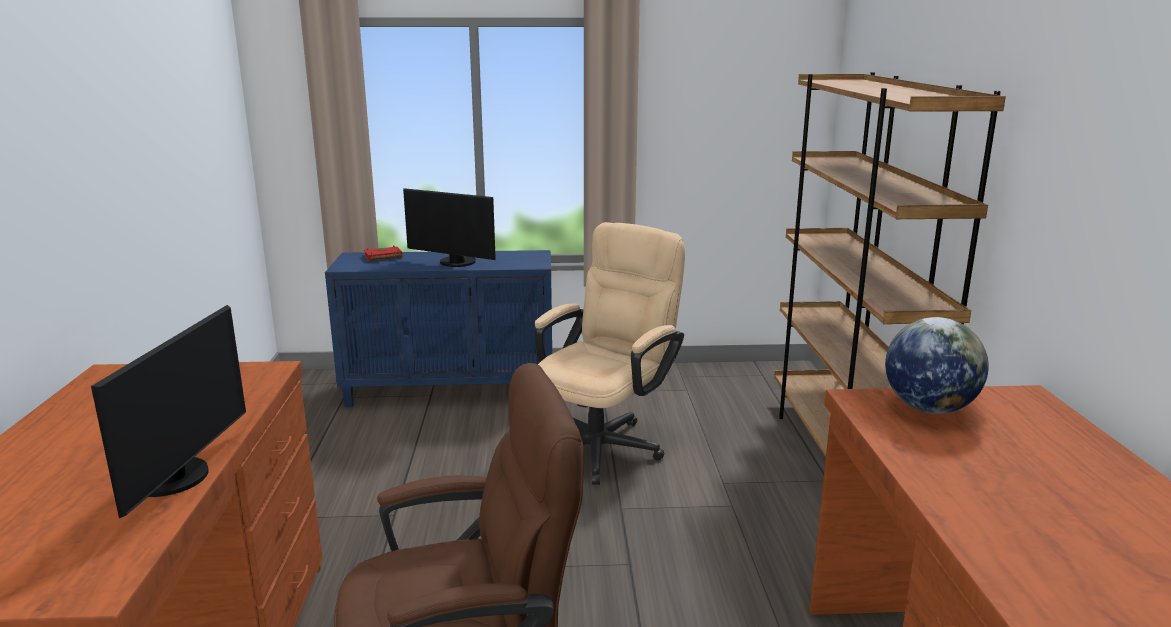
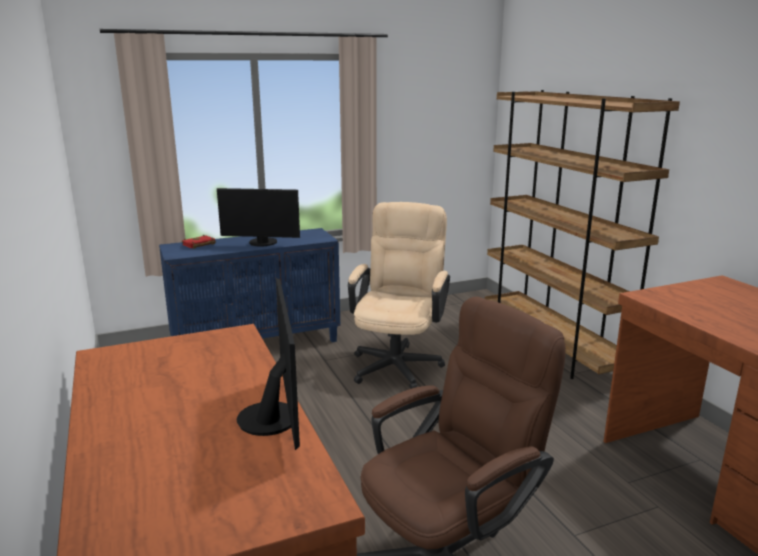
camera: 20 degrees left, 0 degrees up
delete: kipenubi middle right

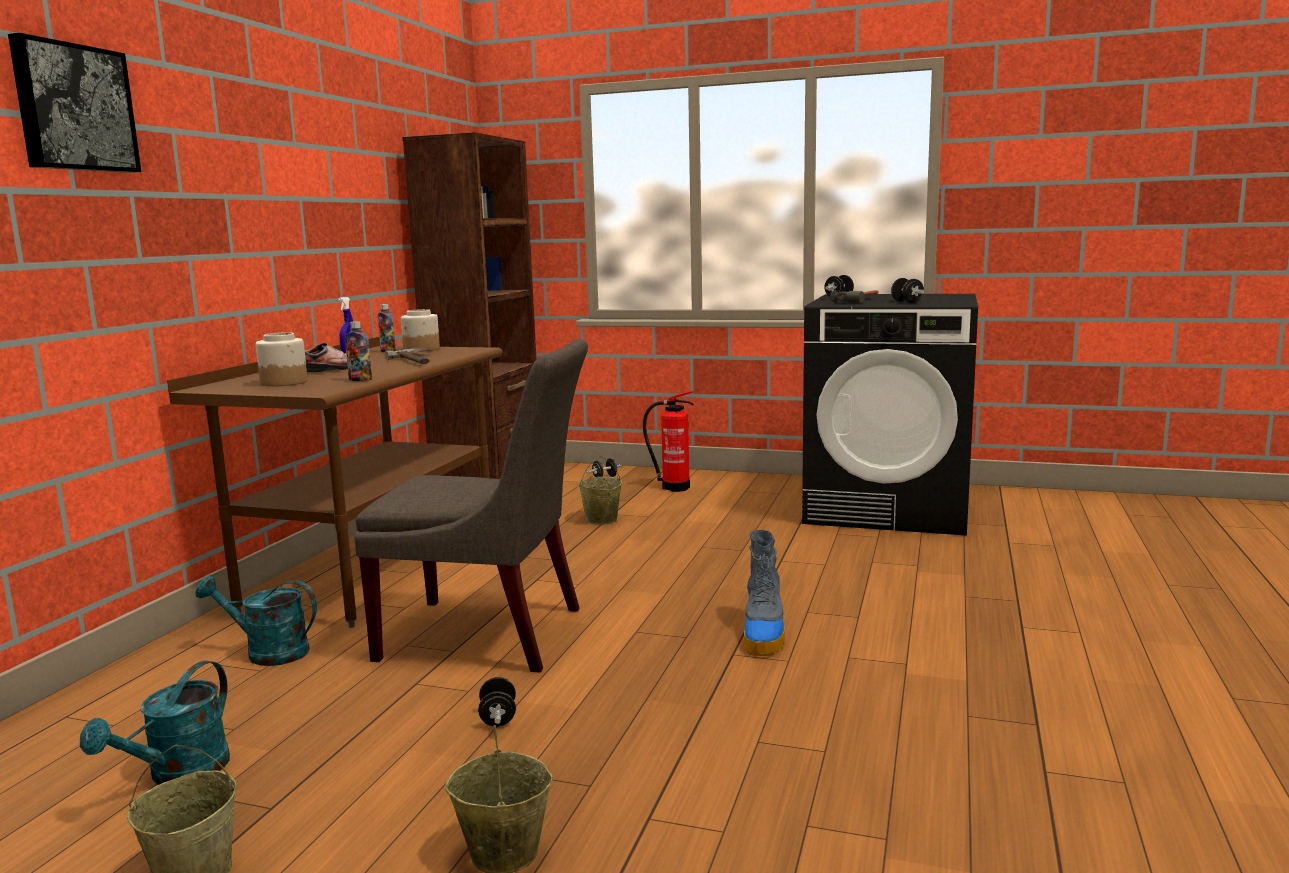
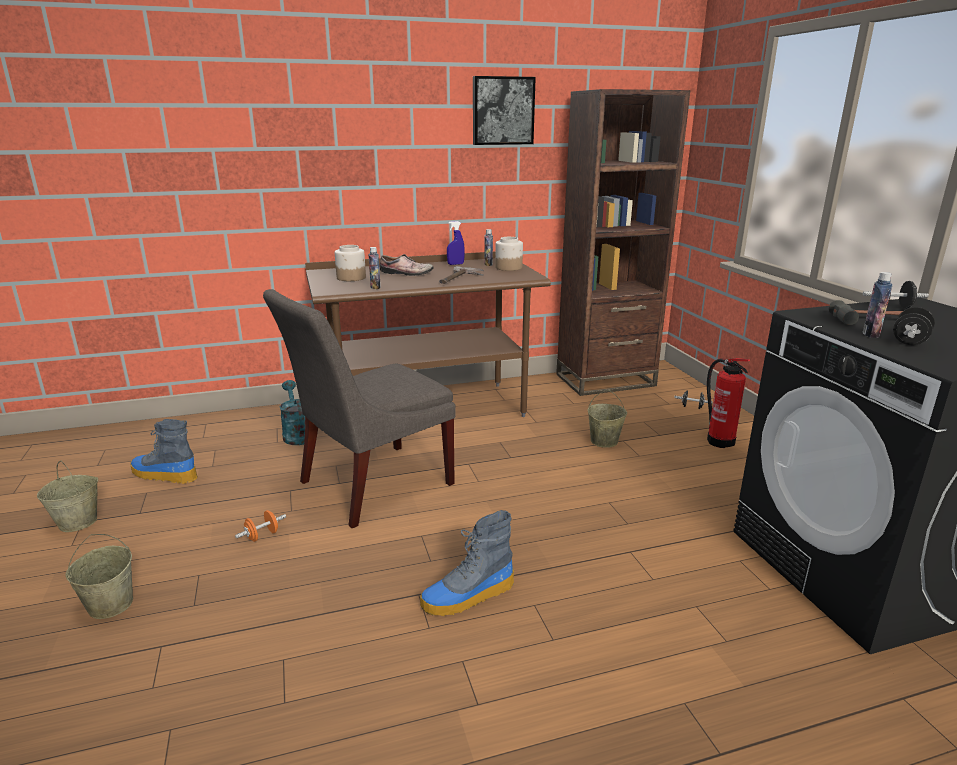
camera: 55 degrees right, 10 degrees up
insert: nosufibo (3rd from left) middle right
move: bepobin top left to top centre
replace: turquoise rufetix (1st from left) bottom left to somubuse (1st from left) middle left
recolor: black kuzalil (1st from left) bottom centre to orange kuzalil bottom left
rotate: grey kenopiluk centre = centre 75 degrees clockwise

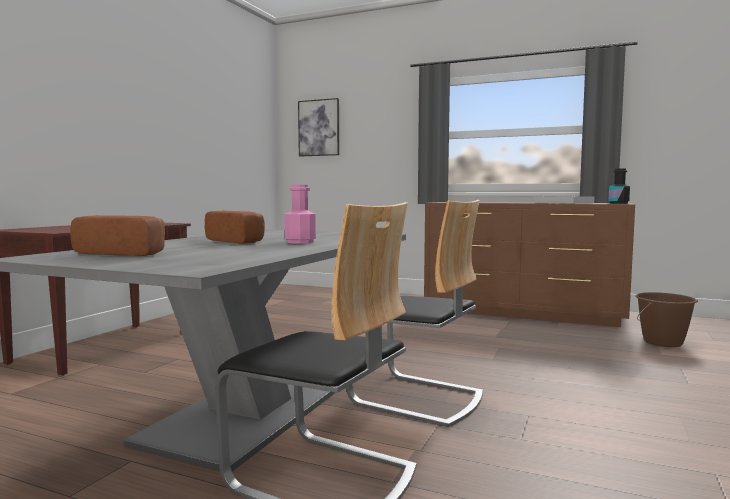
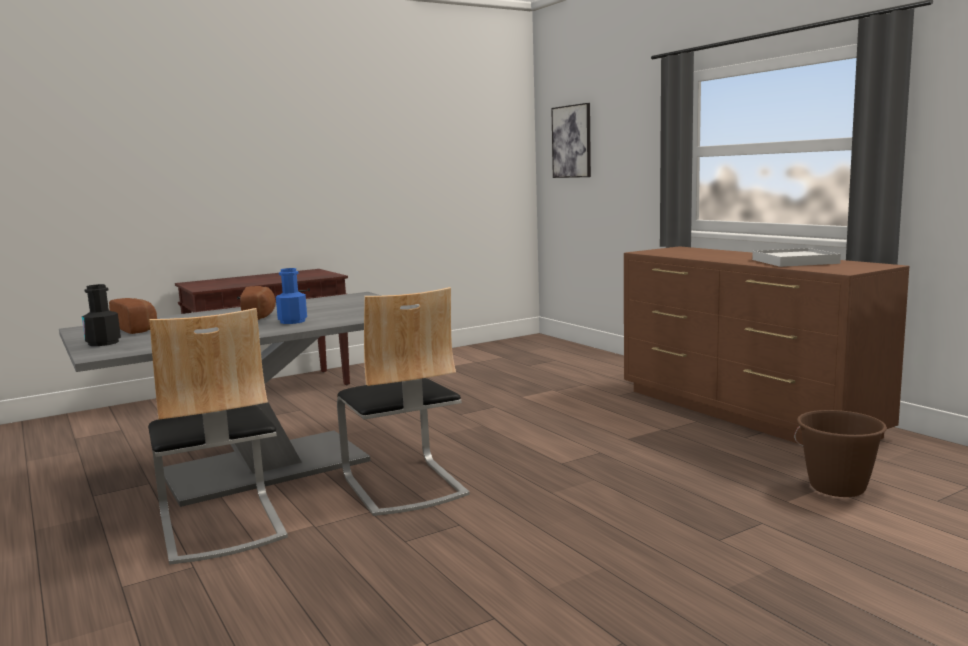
camera: 35 degrees right, 5 degrees up
move: black nosufibo middle right to middle left
recolor: pink nosufibo centre to blue nosufibo middle left

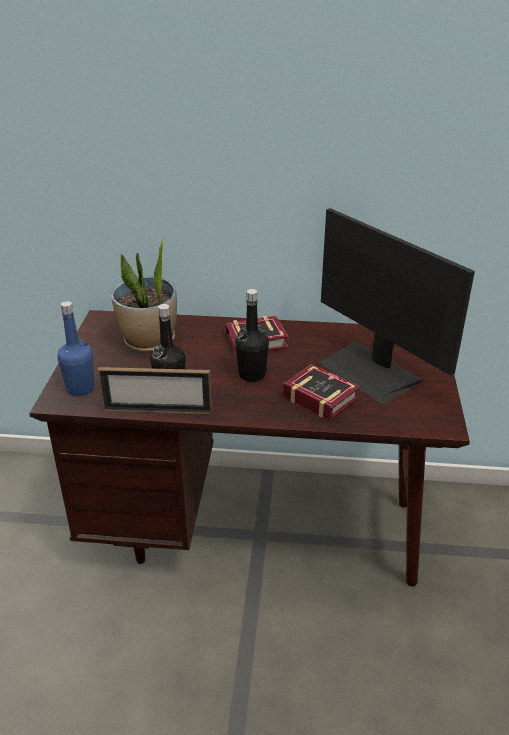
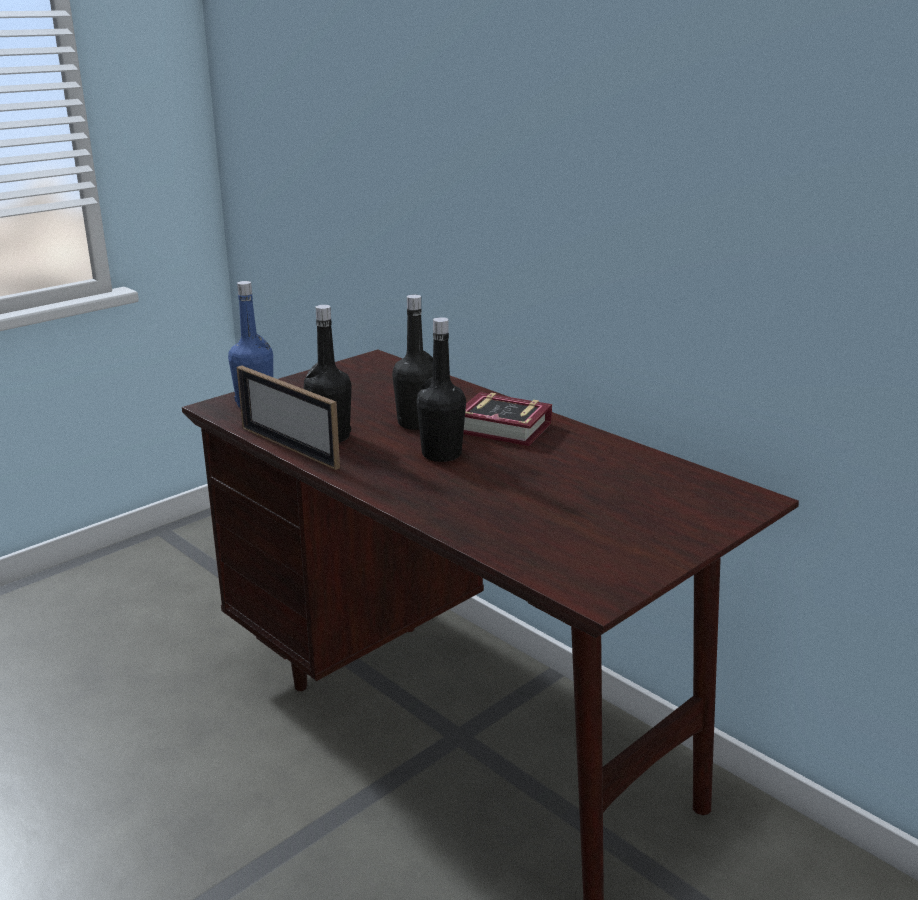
camera: 40 degrees right, 10 degrees down
delete: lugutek middle left; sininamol (2nd from left) centre; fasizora middle right
insert: black nosufibo (2nd from left) centre

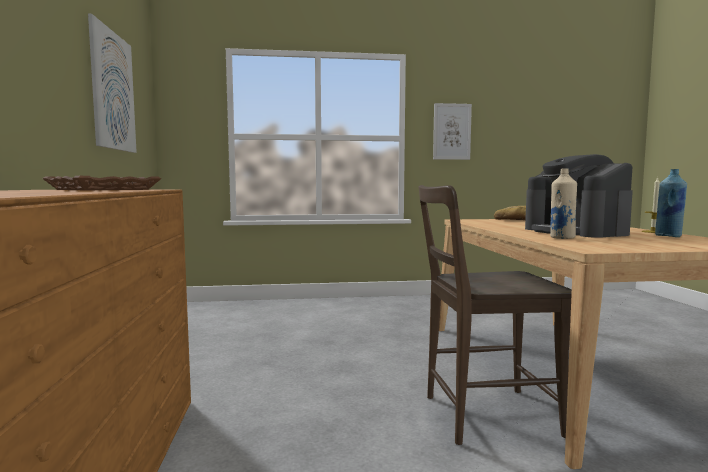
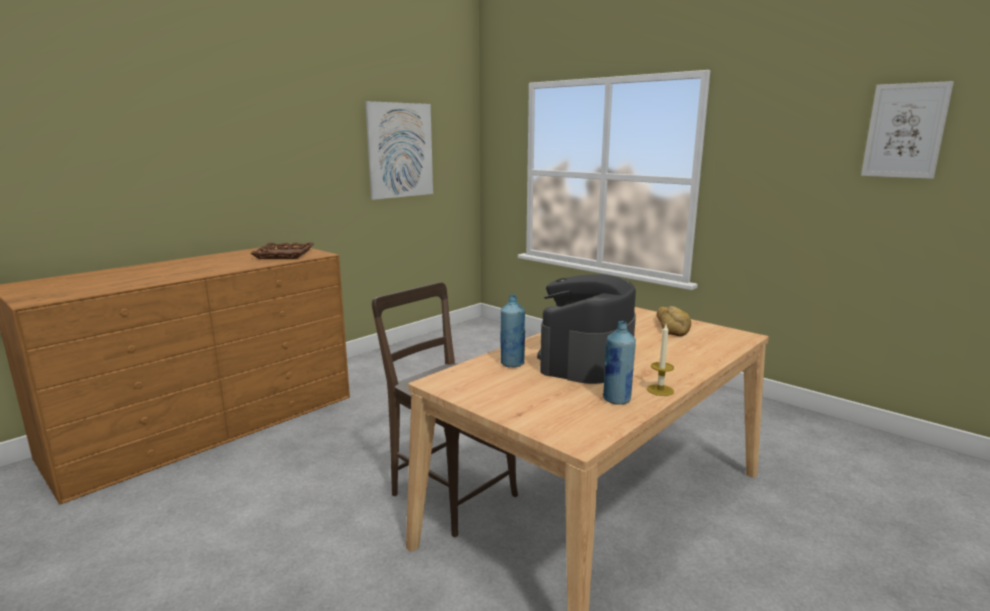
camera: 50 degrees right, 10 degrees up
move: bepobin (2nd from left) top centre to top right
recolor: beige nosufibo middle right to blue nosufibo (1st from left) centre

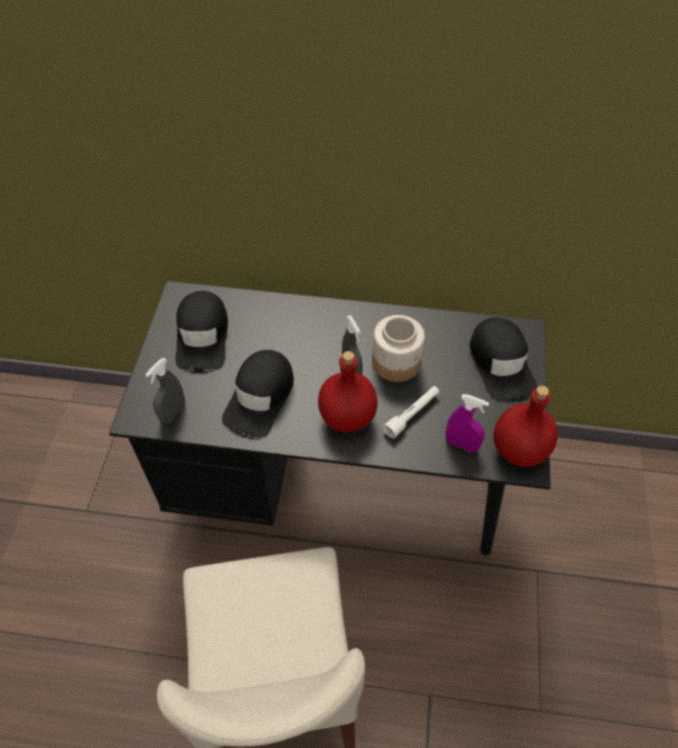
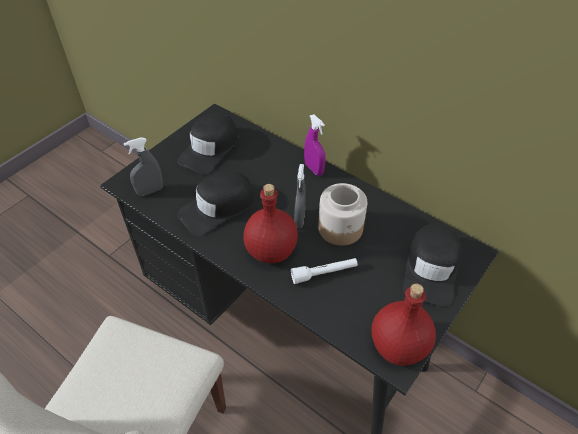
camera: 30 degrees right, 5 degrees down
move: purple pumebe middle right to centre

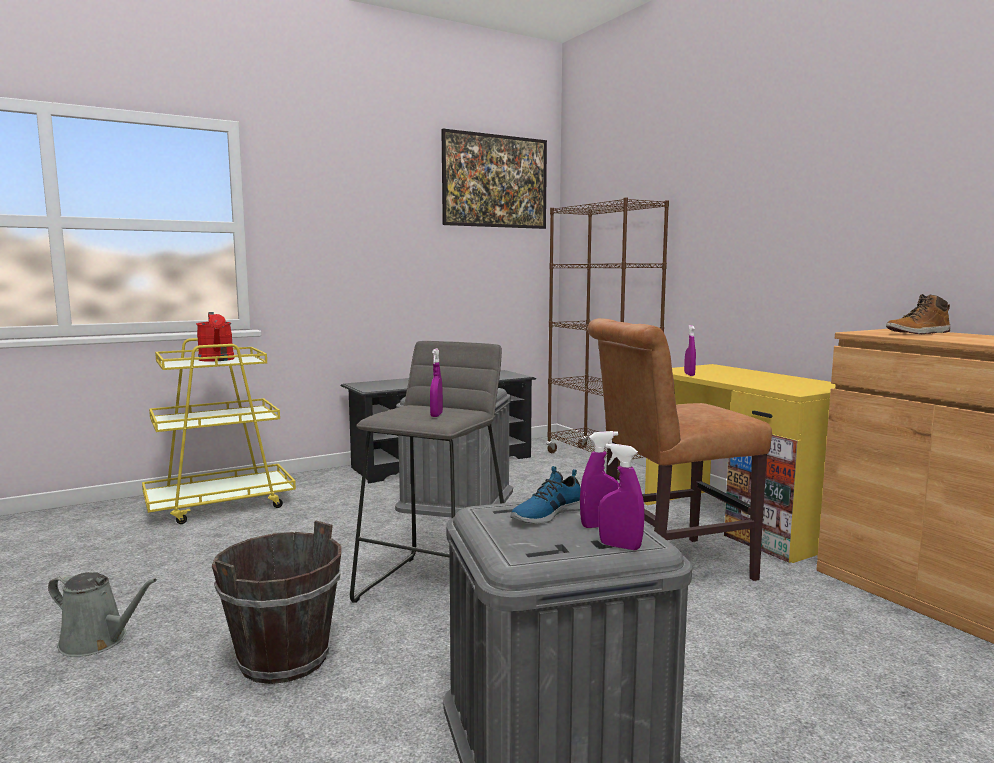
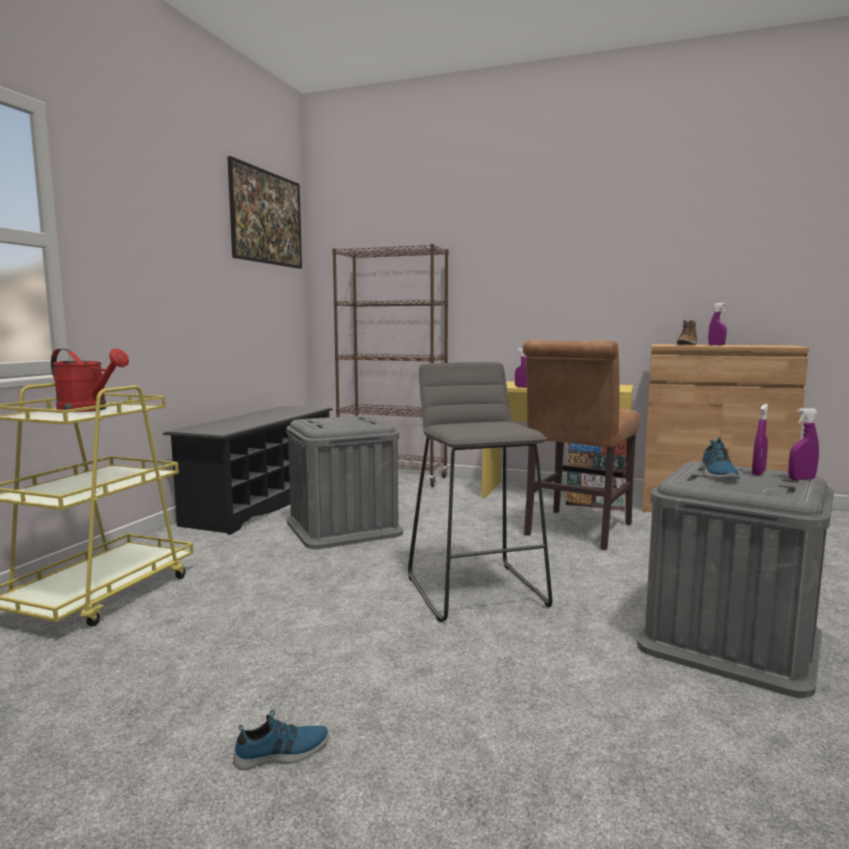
camera: 40 degrees left, 0 degrees up
delete: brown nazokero bottom left
move: purple pumebe (1st from left in the first image) centre to purple pumebe (2nd from left) middle right
replace: grey rufetix bottom left to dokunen (1st from left) bottom left

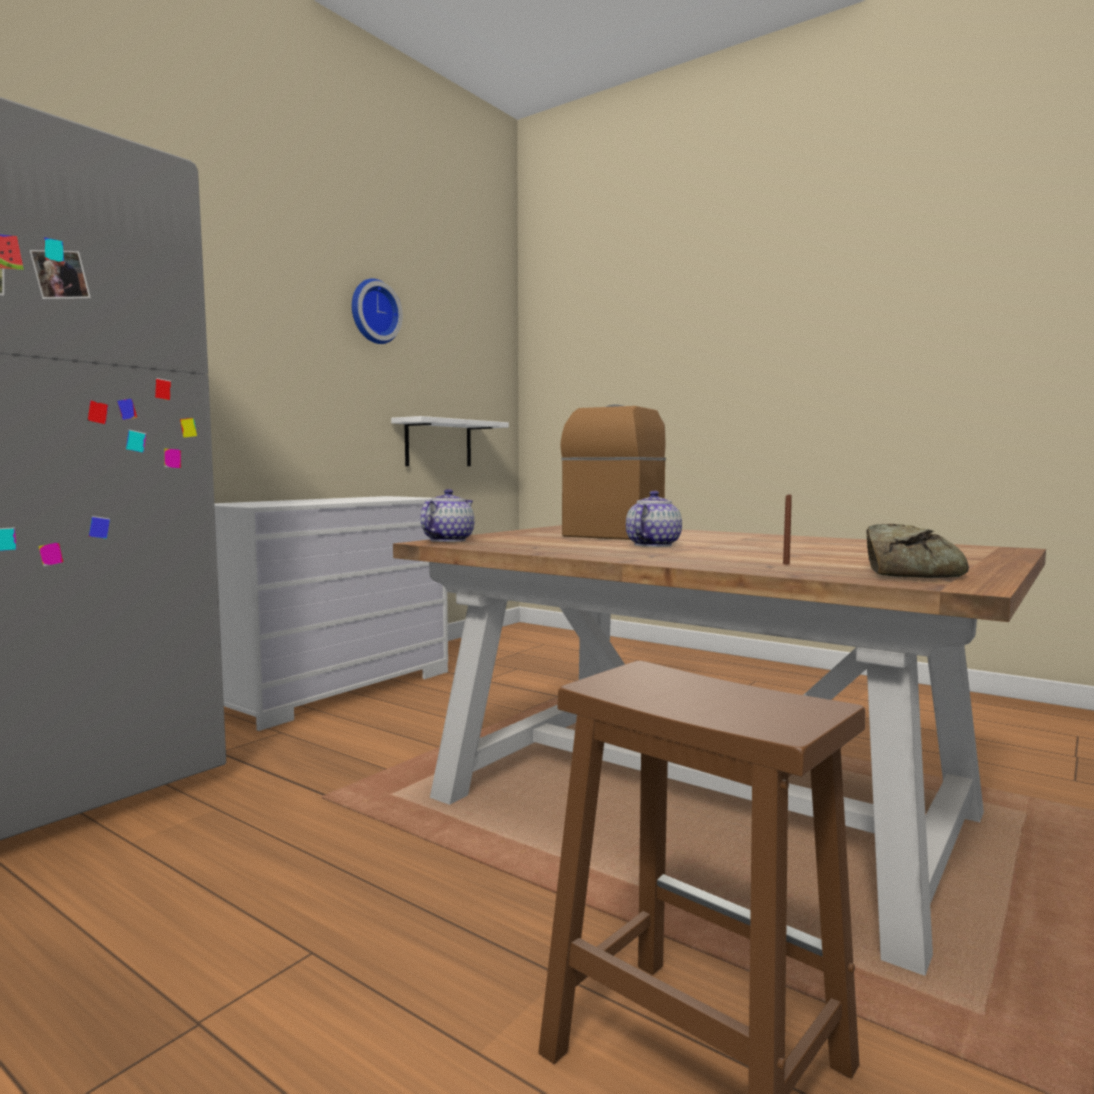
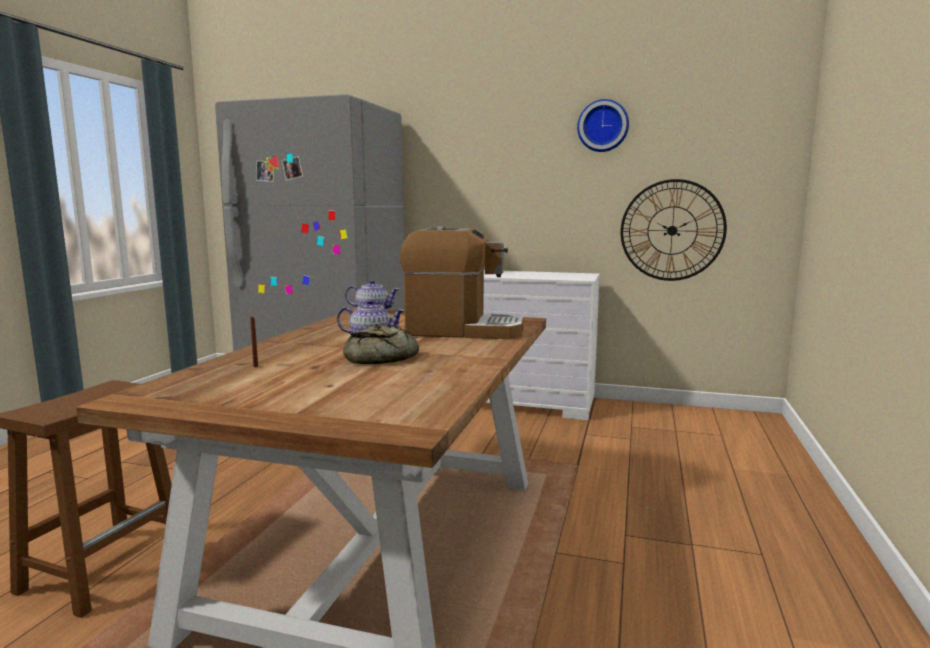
camera: 70 degrees right, 5 degrees up
move: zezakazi middle right to centre
replace: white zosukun centre to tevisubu (2nd from left) middle right

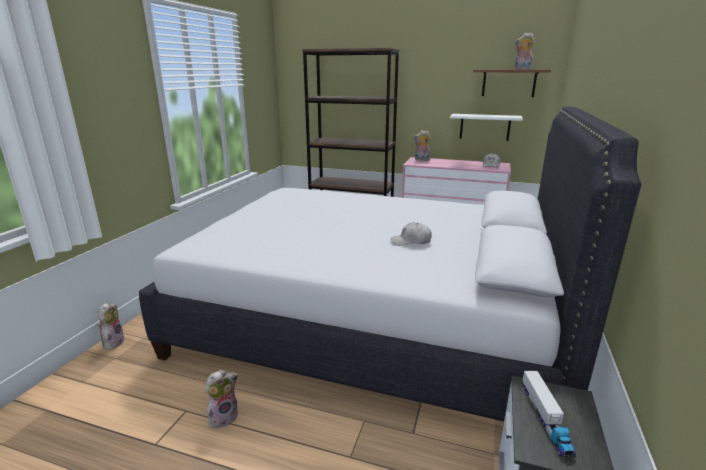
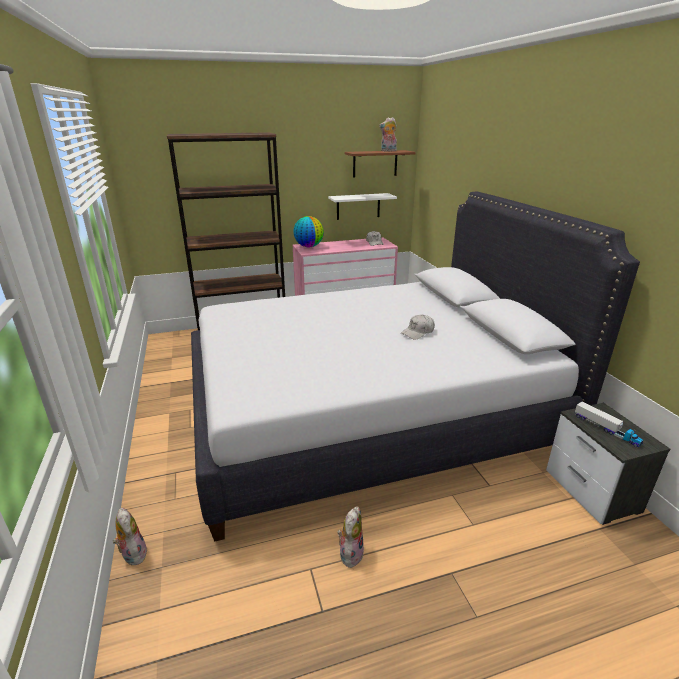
camera: 35 degrees left, 5 degrees up
replace: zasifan (3rd from left) top centre to kipenubi centre

